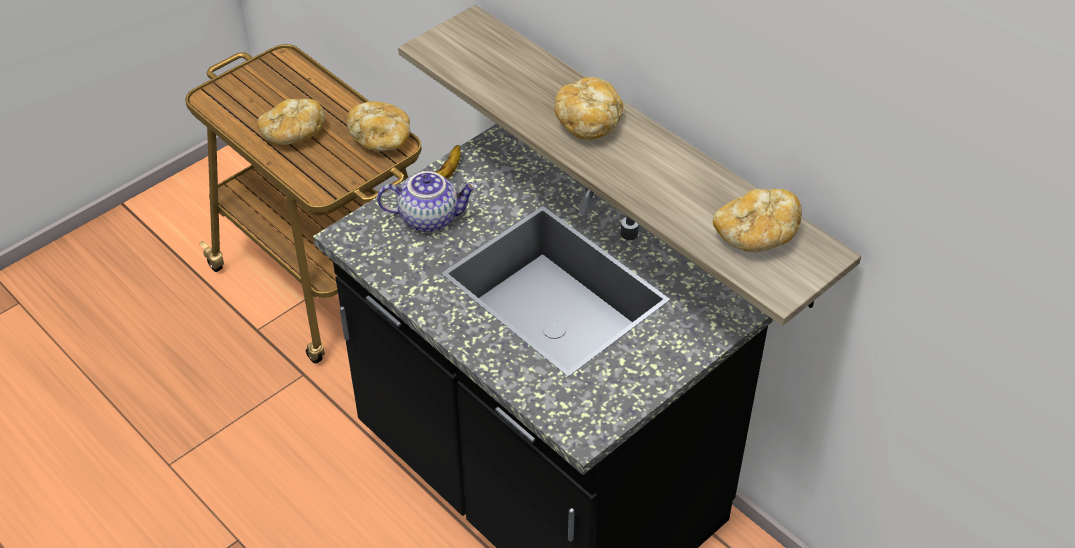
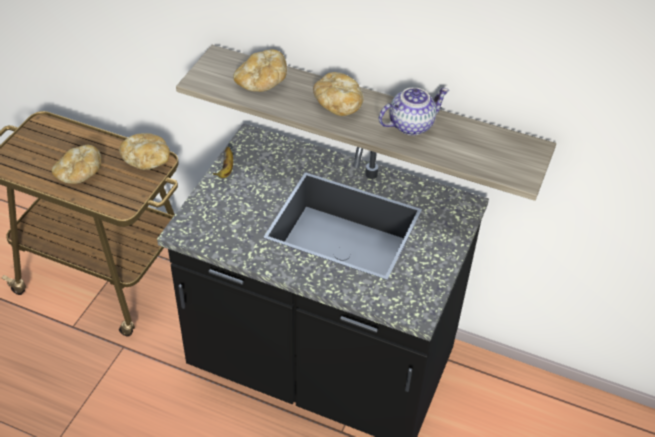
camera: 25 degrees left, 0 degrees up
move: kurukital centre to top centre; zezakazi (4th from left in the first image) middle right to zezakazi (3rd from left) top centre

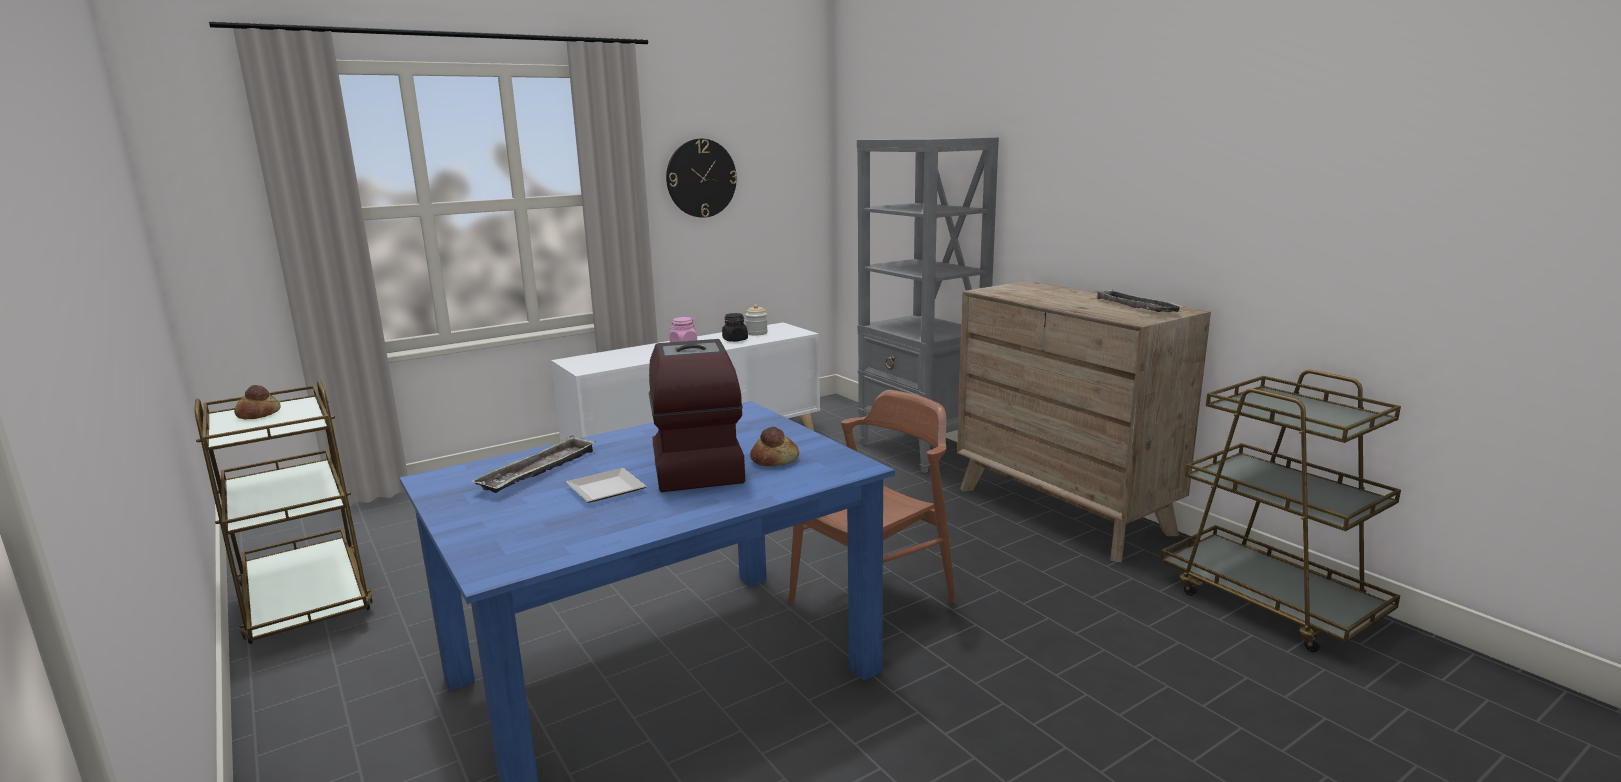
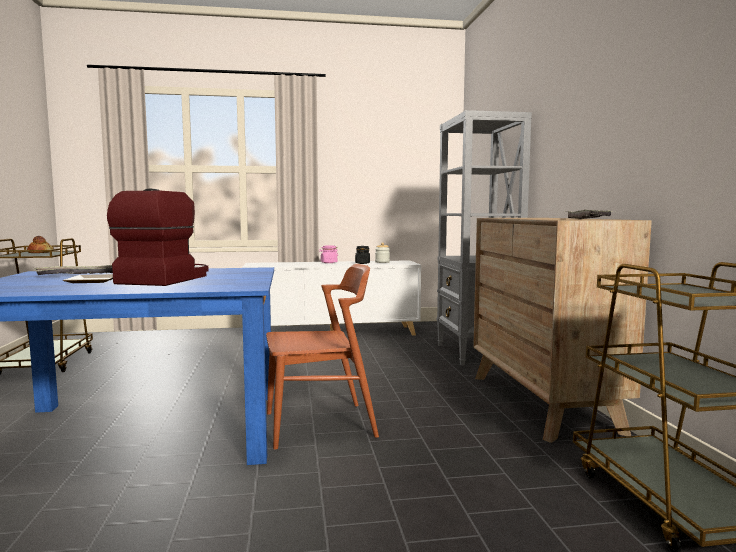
camera: 25 degrees right, 10 degrees down
delete: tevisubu top centre; zezakazi (2nd from left) centre

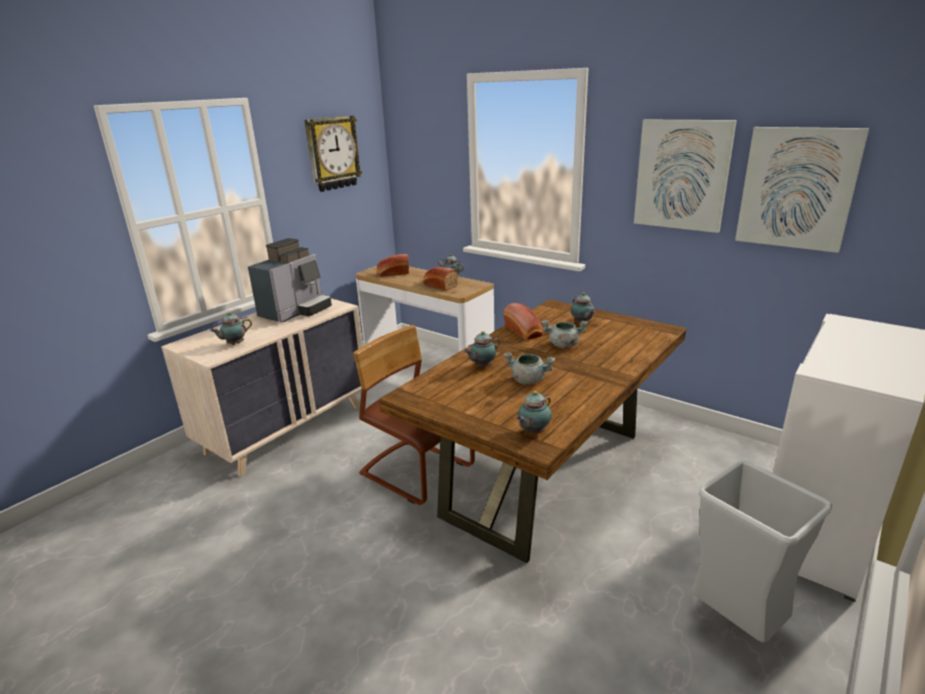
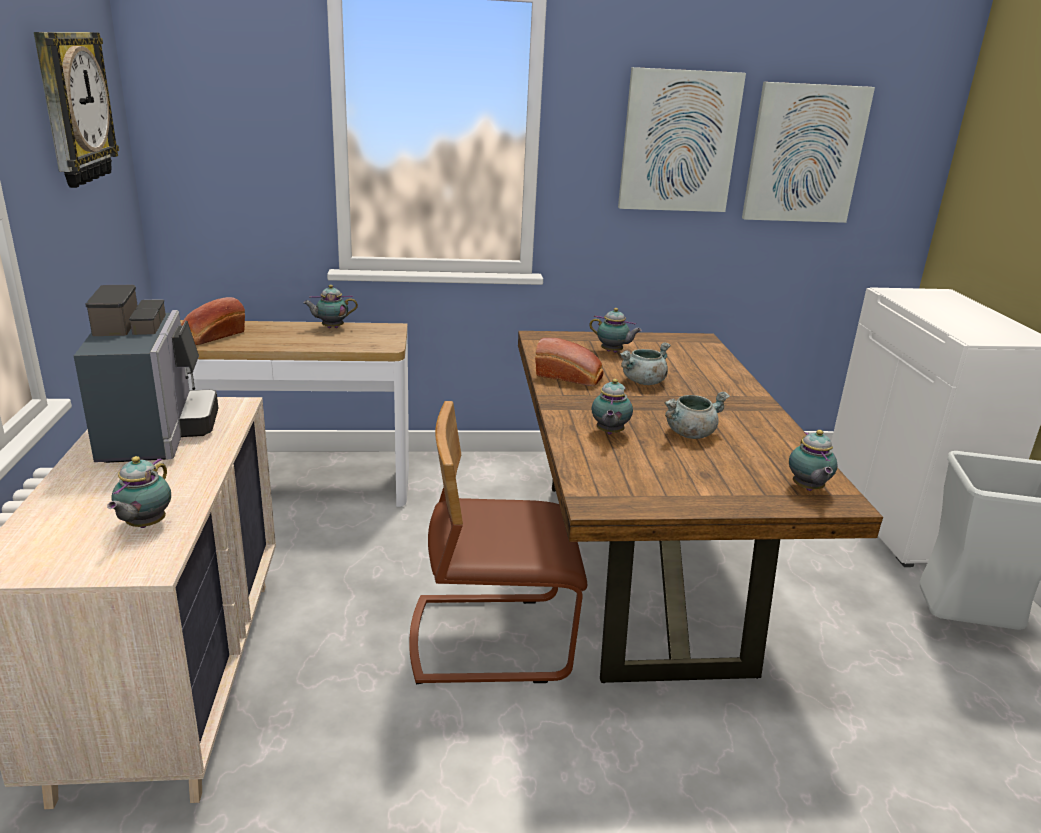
camera: 45 degrees left, 0 degrees up
delete: zezakazi (2nd from left) centre

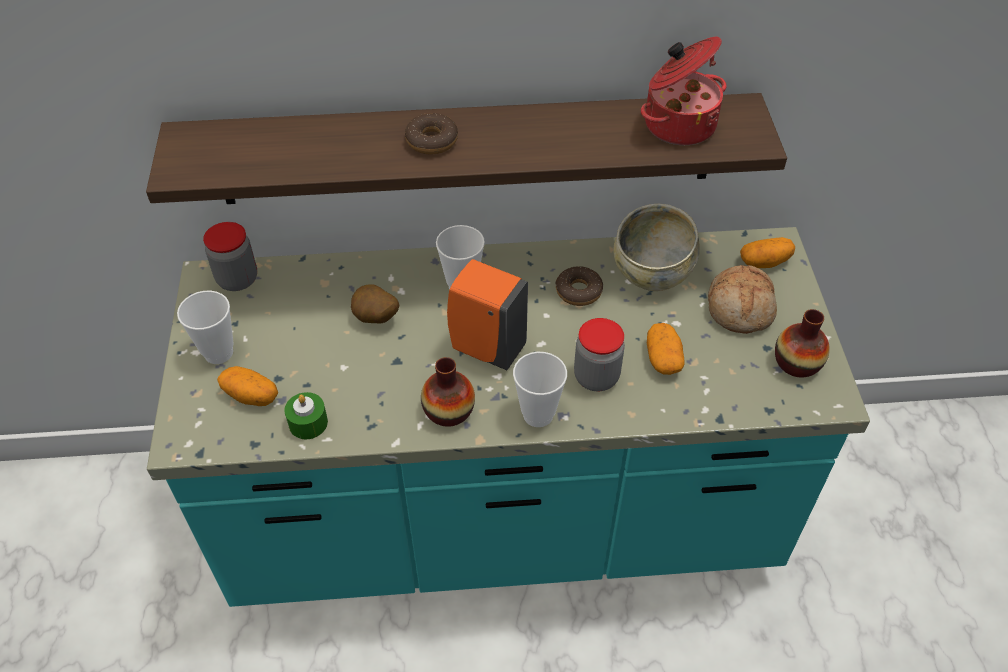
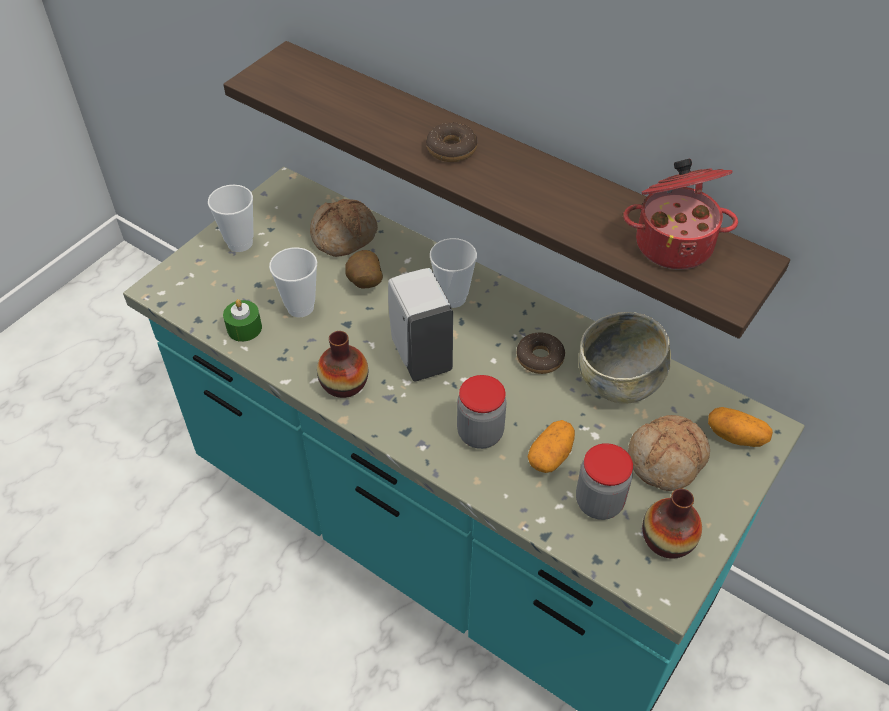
camera: 40 degrees right, 0 degrees up
delete: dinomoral (1st from left) middle left
insert: zezakazi (1st from left) top centre
move: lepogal (1st from left in the first image) middle left to lepogal (2nd from left) bottom right; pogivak (3rd from left in the first image) centre to pogivak (2nd from left) middle left
recolor: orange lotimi centre to white lotimi centre

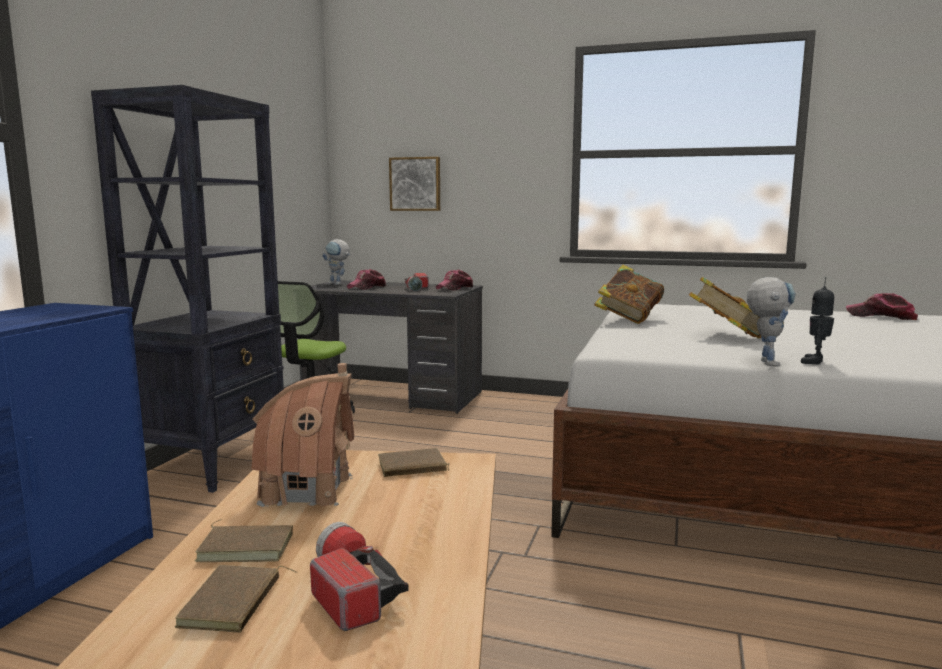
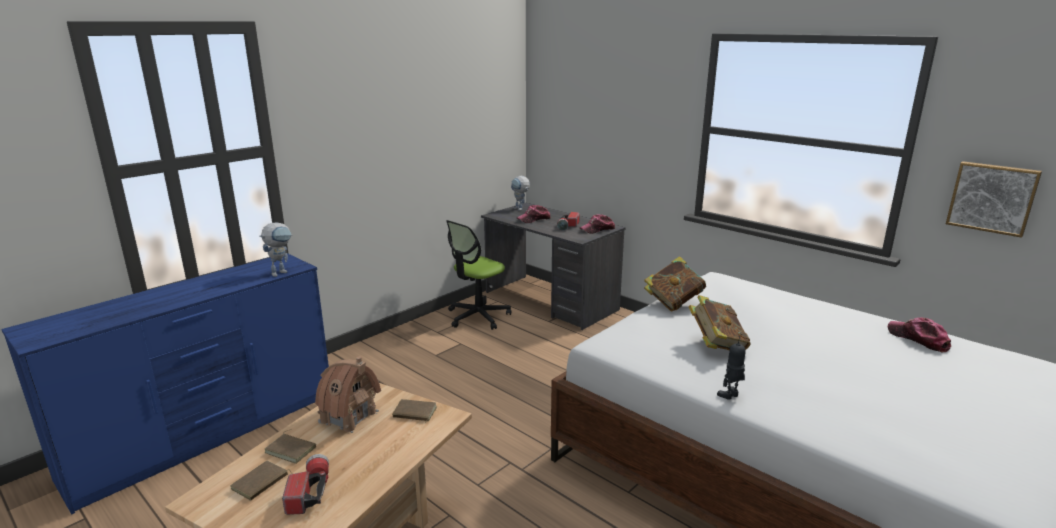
camera: 25 degrees right, 10 degrees up
delete: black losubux middle left
move: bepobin top centre to middle right; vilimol (2nd from left in the first image) middle right to vilimol (1st from left) middle left

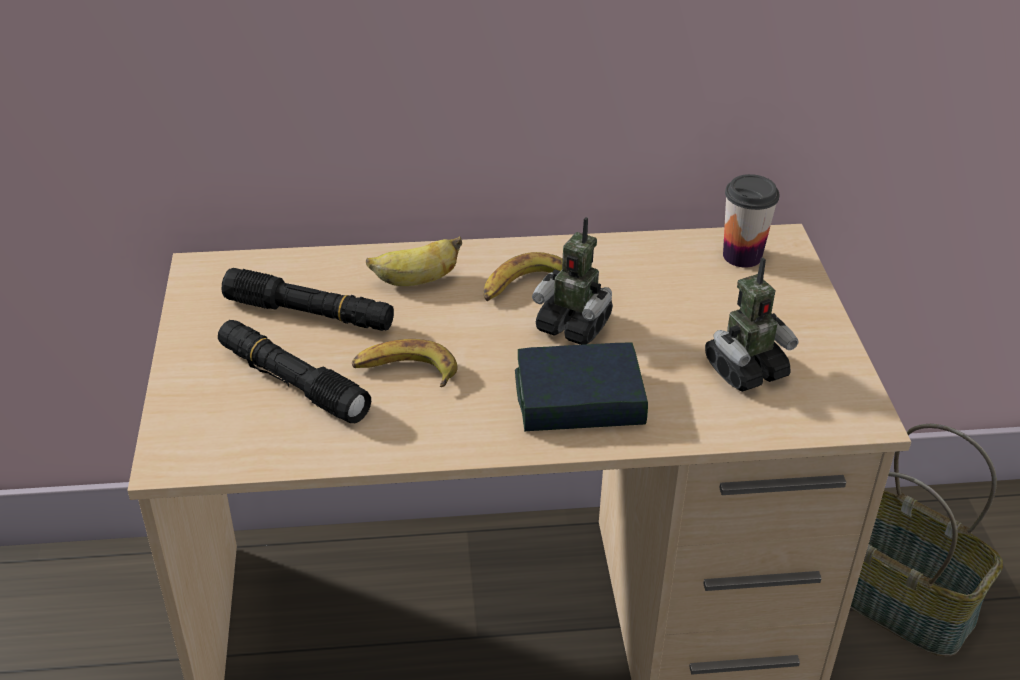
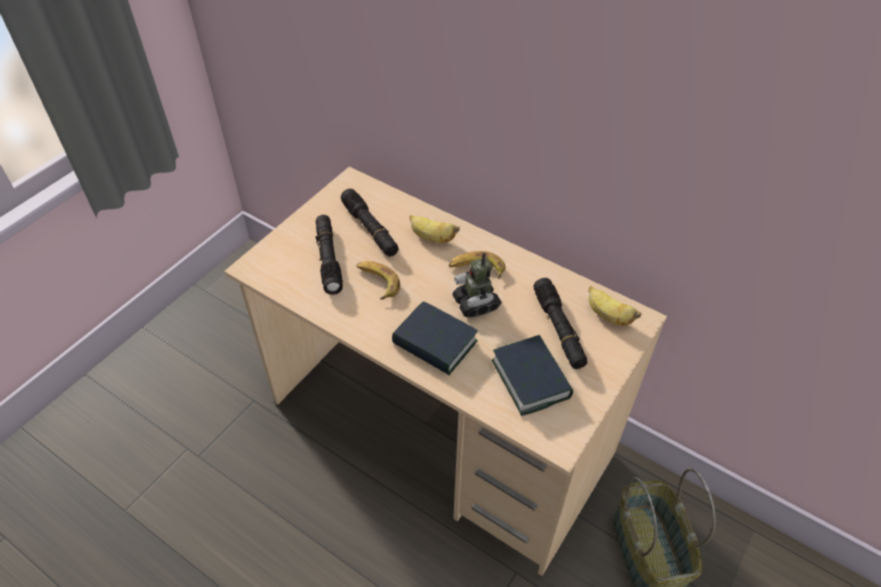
camera: 40 degrees right, 10 degrees up
insert: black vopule (3rd from left) centre
replace: vilimol (2nd from left) middle right to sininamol (2nd from left) centre; pogivak top right to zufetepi (4th from left) middle right

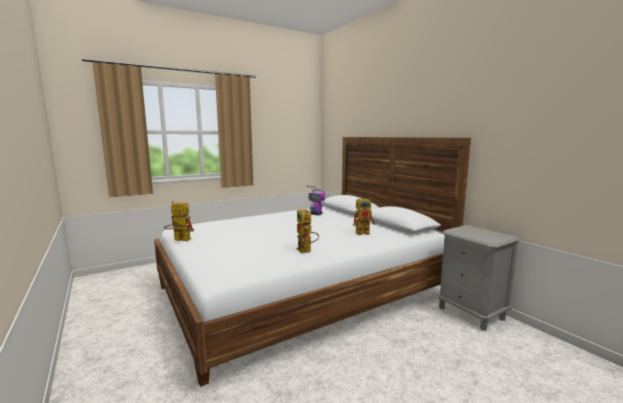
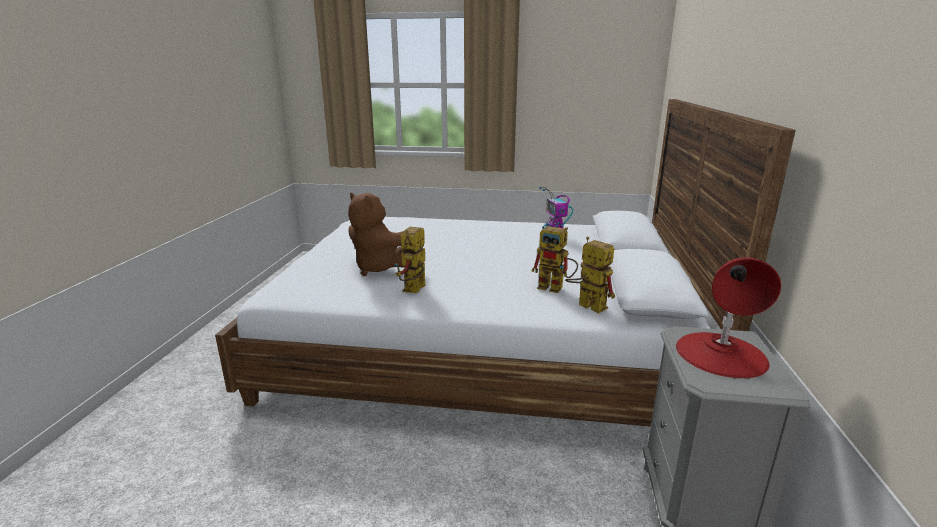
camera: 40 degrees right, 10 degrees up
insert: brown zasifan centre; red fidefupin middle right
move: vilimol (1st from left in the first image) middle left to vilimol (4th from left) centre

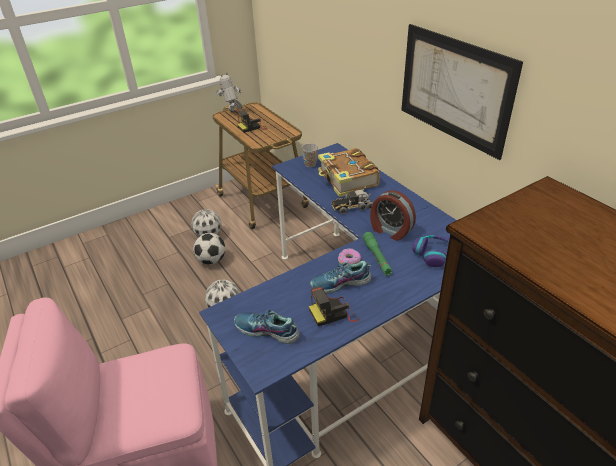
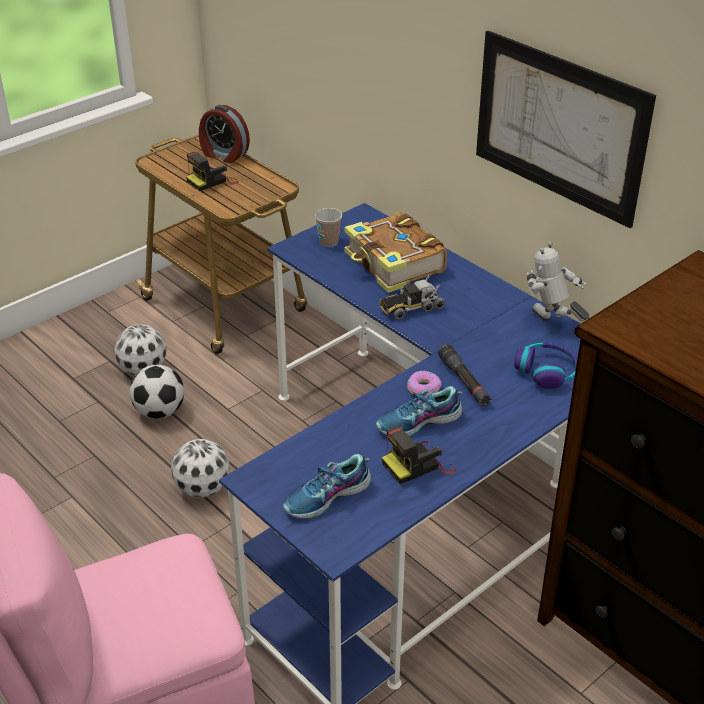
camera: 10 degrees left, 0 degrees up
move: vilimol top centre to middle right; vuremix centre to top left
recolor: green vopule centre to black vopule centre
rotate: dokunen (1st from left) bottom centre = bottom centre 45 degrees counterclockwise

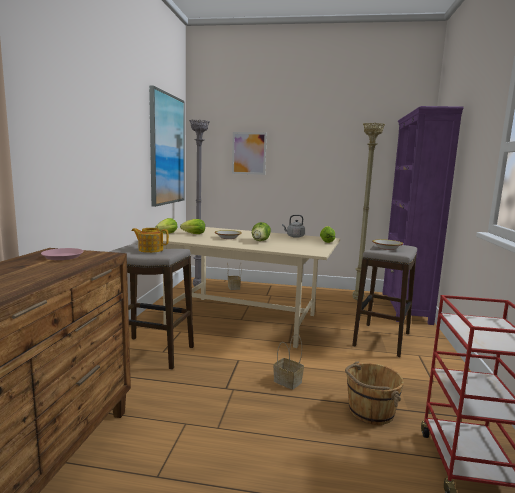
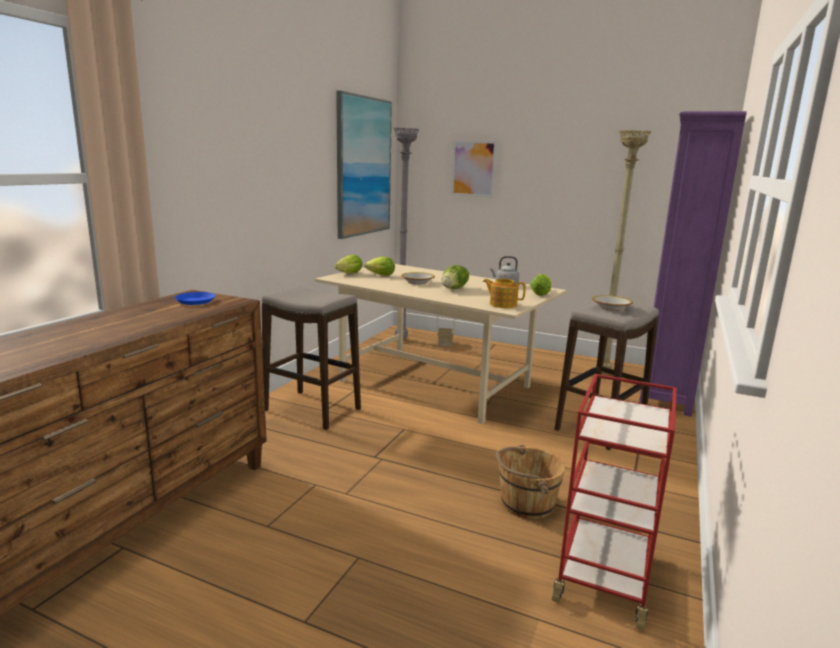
camera: 15 degrees right, 5 degrees up
delete: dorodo (2nd from left) bottom centre
move: kurukital middle left to centre
recolor: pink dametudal middle left to blue dametudal middle left

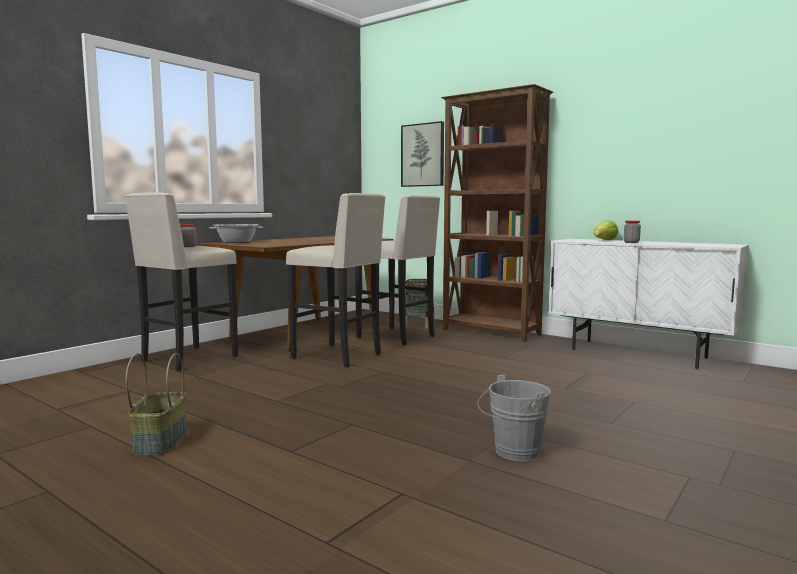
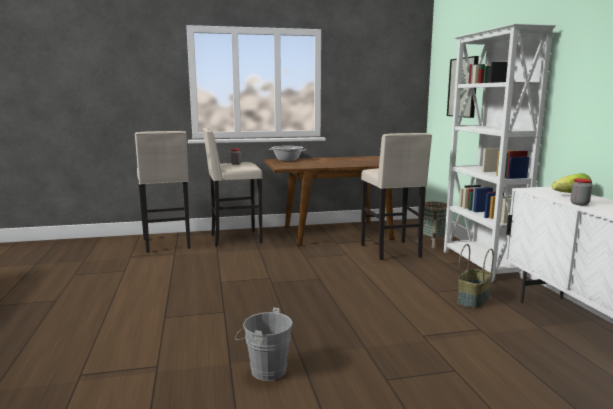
camera: 40 degrees right, 5 degrees up
move: dorodo (1st from left in the first image) bottom left to dorodo (2nd from left) bottom right; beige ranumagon (2nd from left in the first image) centre to beige ranumagon (1st from left) middle left
recolor: brown losubux centre to white losubux middle right

